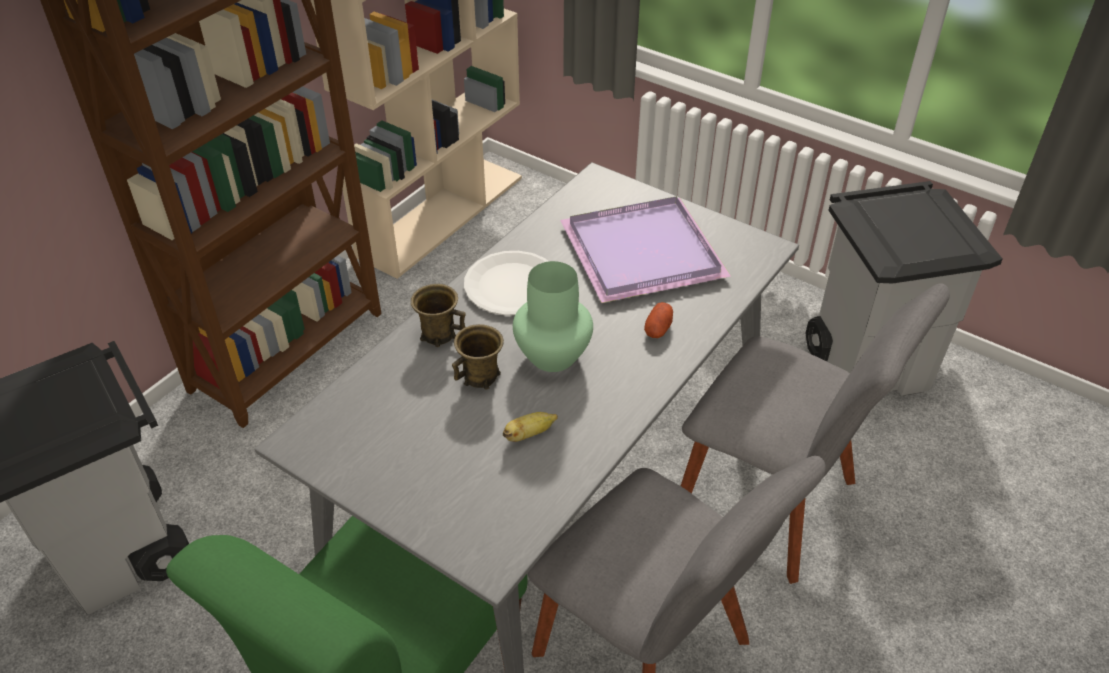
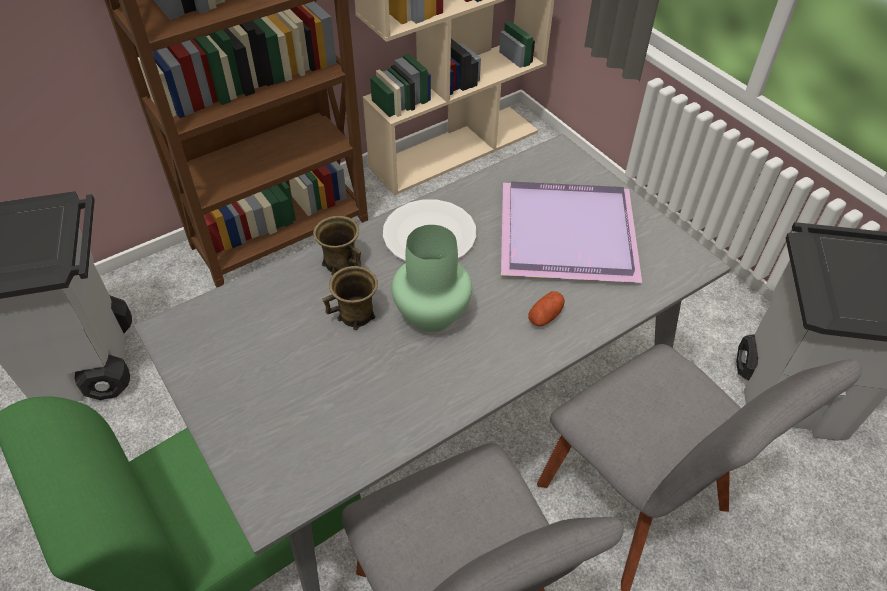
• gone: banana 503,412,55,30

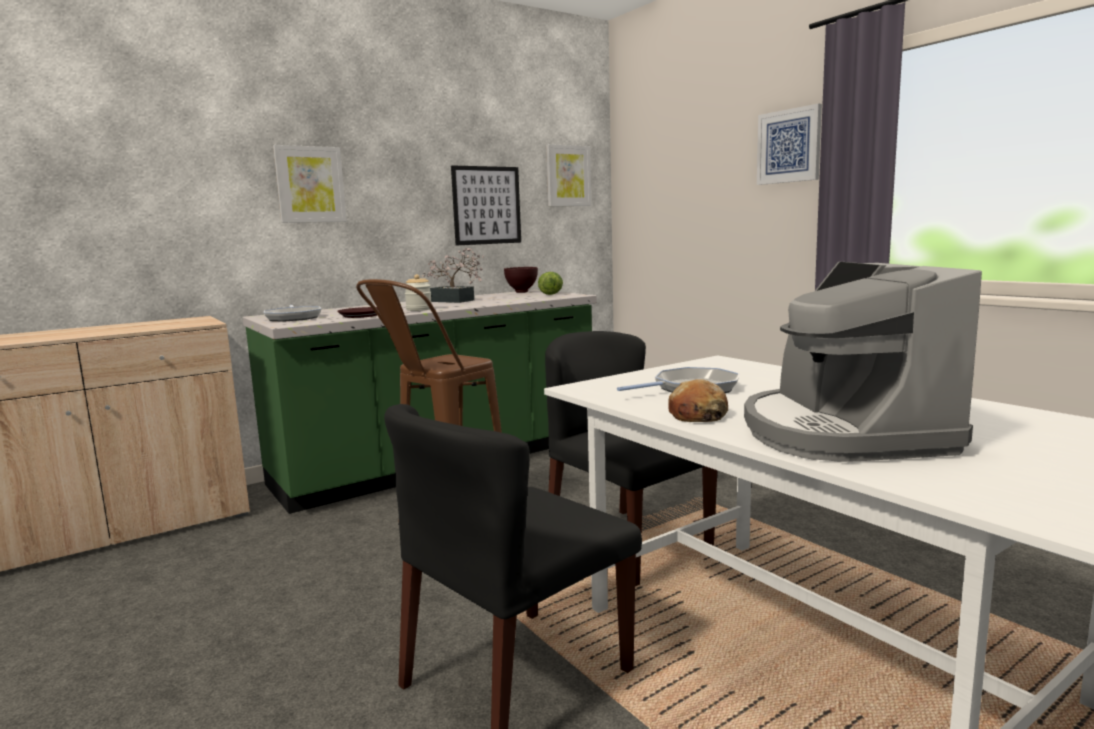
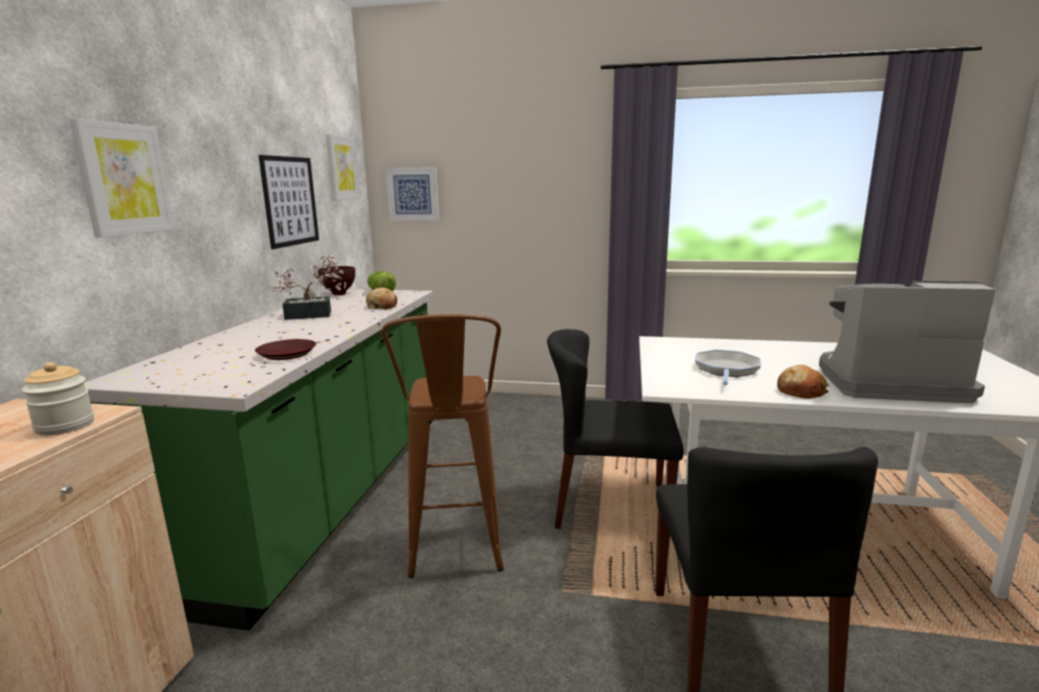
• gone: pan 264,305,57,16
• new: bakery bread 366,287,31,22
• shifted: storage jar 405,274,26,37 to 22,362,72,74
• shifted: picture 757,104,65,81 to 385,167,54,54
• rotated: coffee machine 744,262,238,200 = 819,281,177,122 150 degrees clockwise

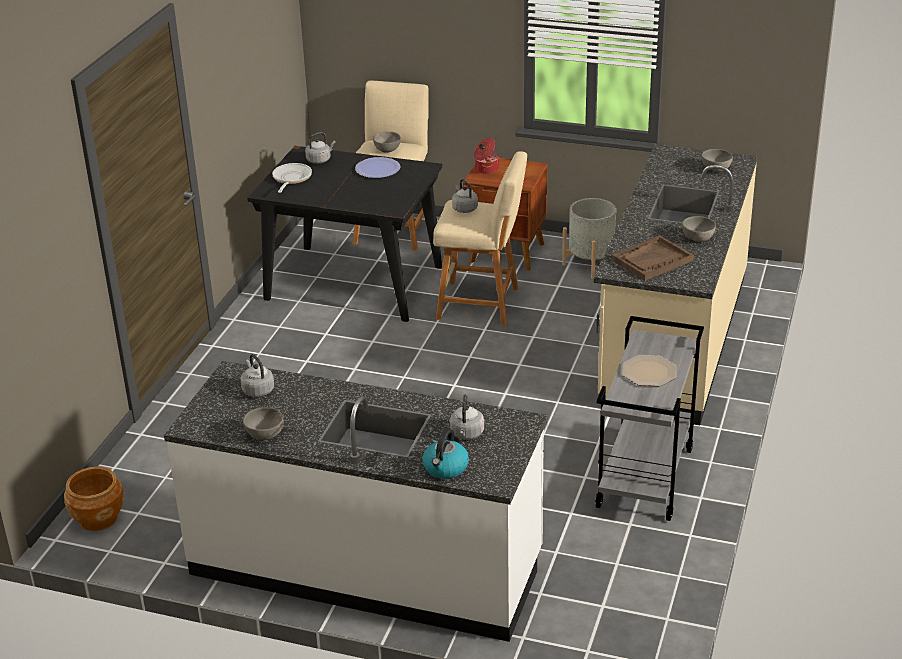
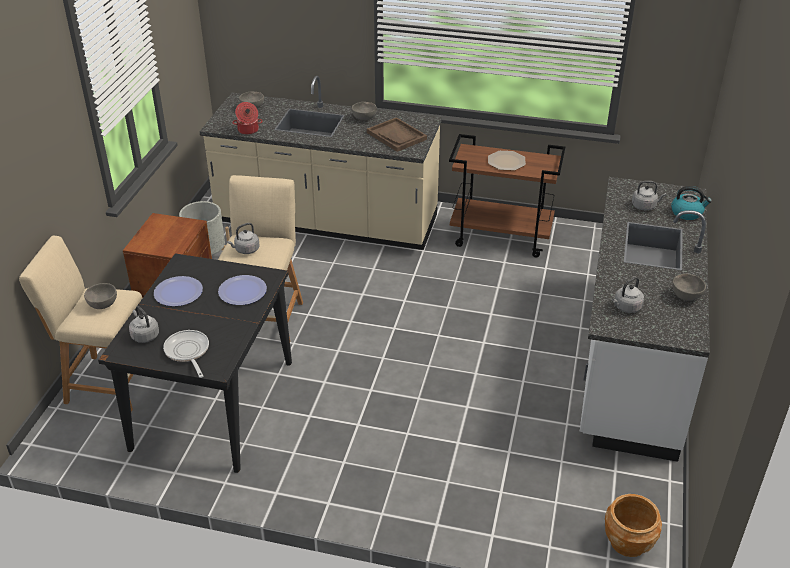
• new: flat dish 218,275,49,30
• shifted: stockpot 474,138,26,36 to 232,102,31,33
• repainted: wheeled cart (greyish) 595,316,109,205 to wheeled cart (brown) 449,134,116,124
• rotated: pan 272,163,40,30 = 163,330,46,48 60 degrees clockwise

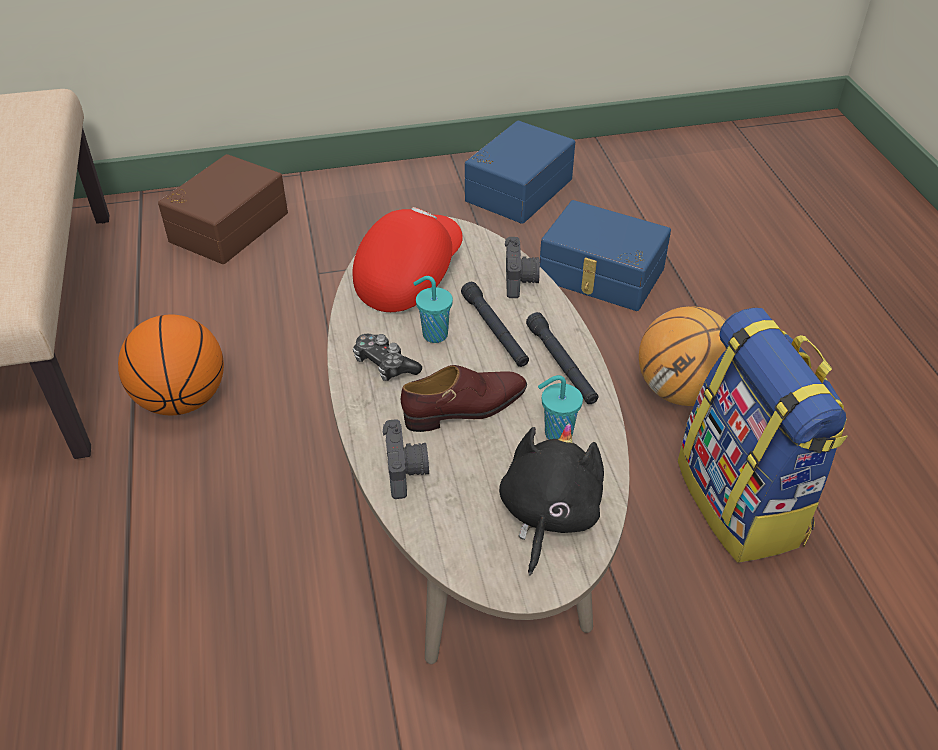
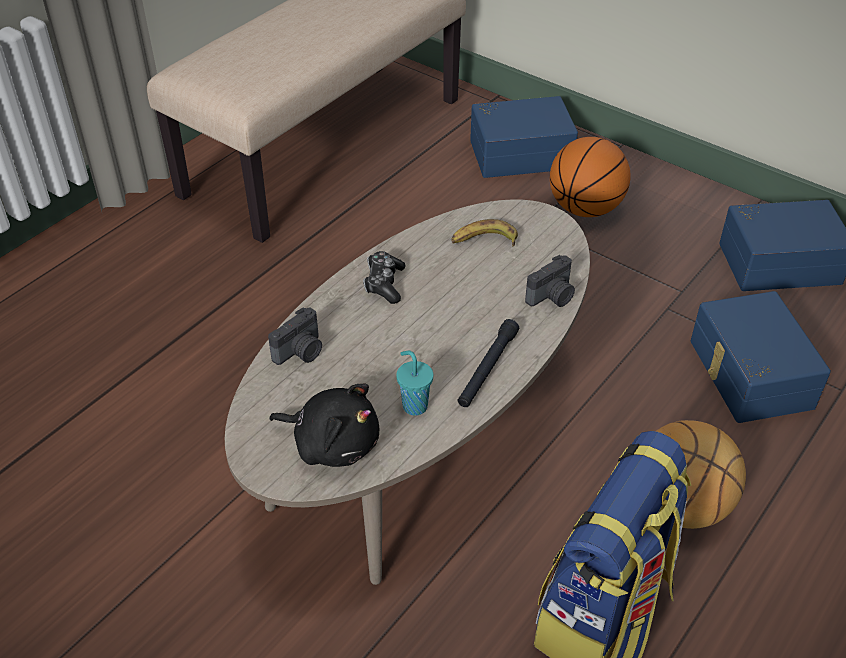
• gone: low shoe (brown) 401,365,126,67
• gone: drinking cup (turquoise) 413,276,40,67
• gone: hand torch (black-coloured) 461,282,68,85
• shifted: basketball 118,315,106,100 to 550,137,80,80
• swapped: baseball cap (reddish) 353,207,110,105 to banana 451,219,67,27
• repainted: storage container (brown) 158,154,130,110 to storage container (bluish) 470,96,108,82
• rotated: cuddly toy (black-coloured) 499,423,105,153 = 269,384,110,83 45 degrees clockwise

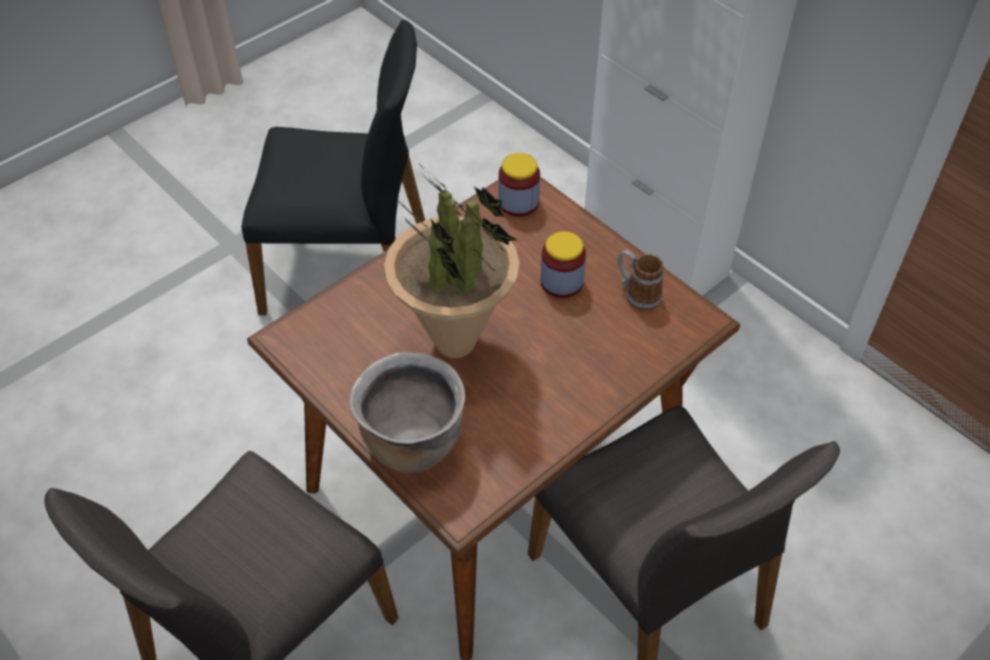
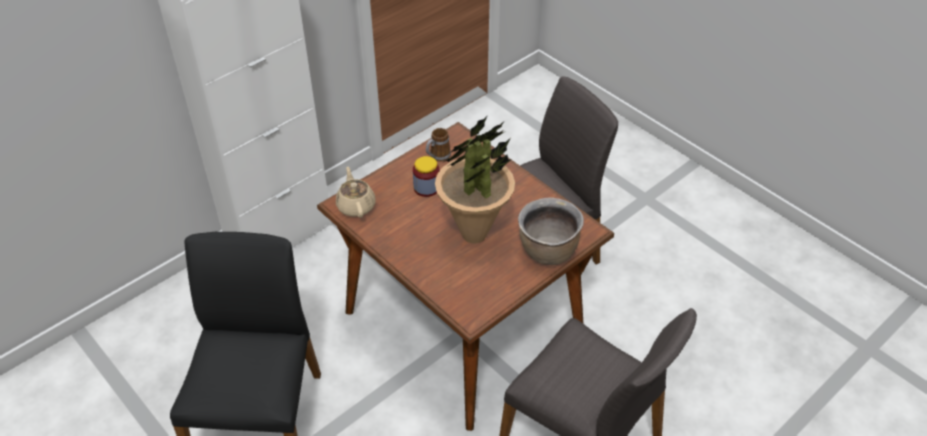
• swapped: storage jar 499,153,41,64 to teapot (beige) 336,166,39,52

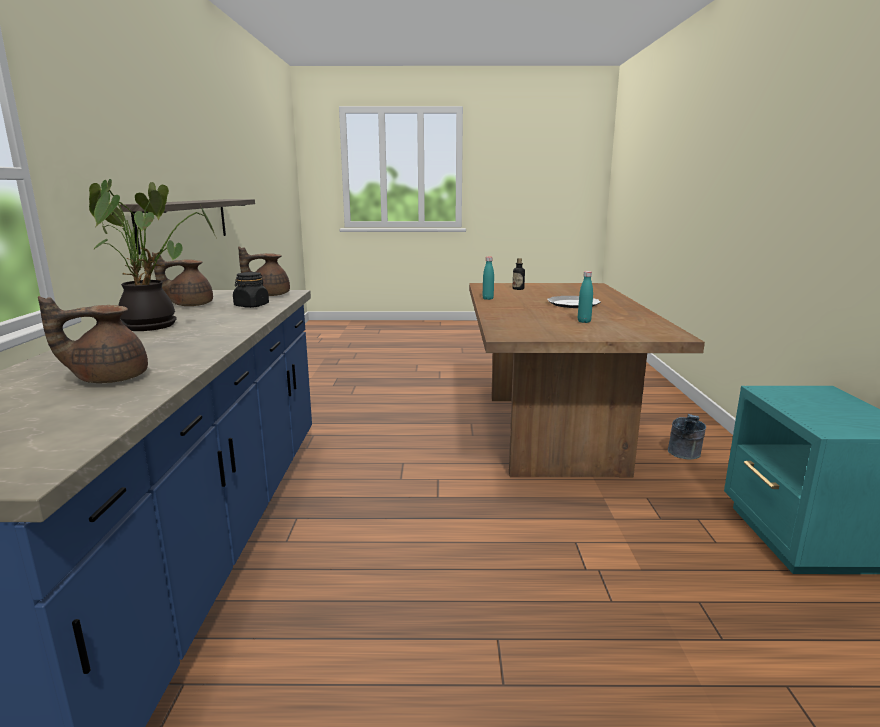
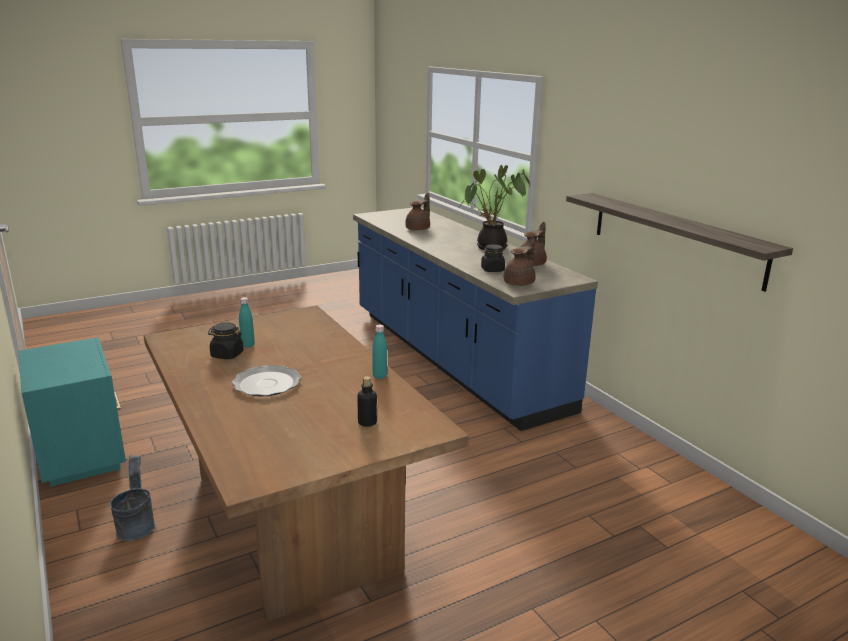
• new: storage jar (black-coloured) 208,322,35,37

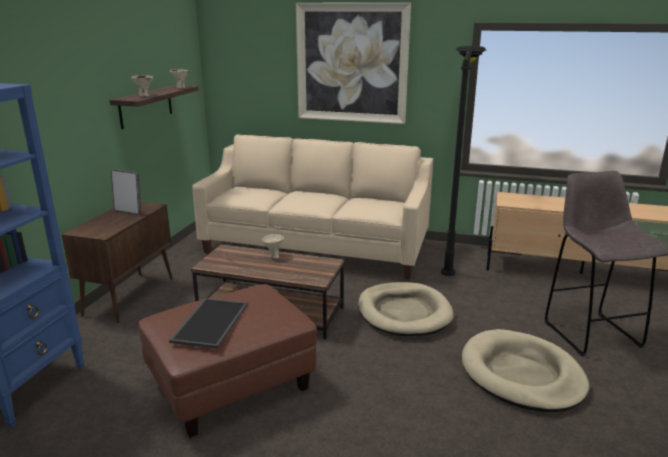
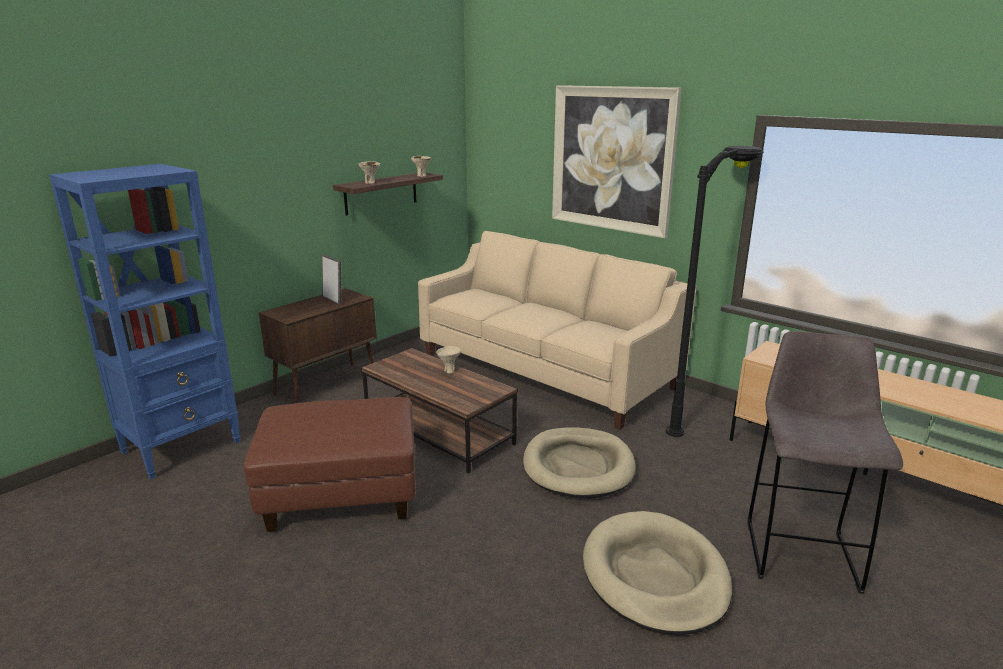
• gone: serving tray 169,298,79,51

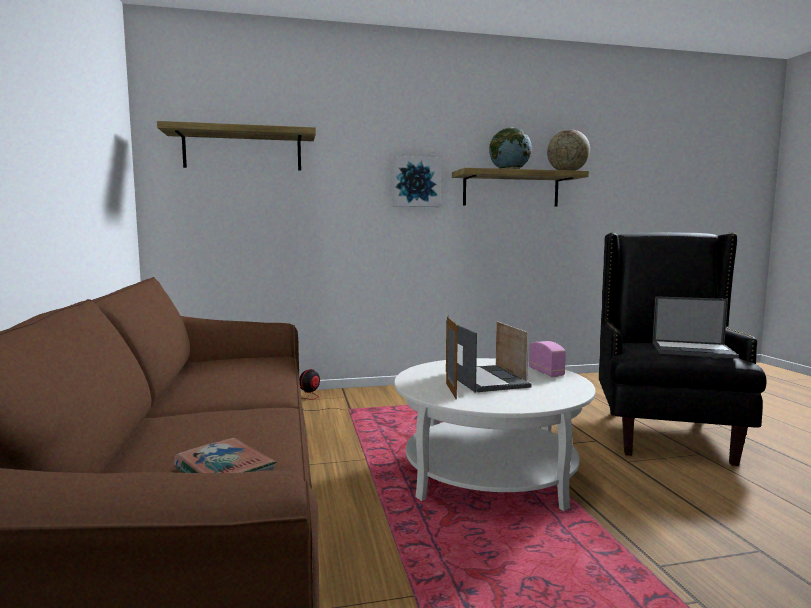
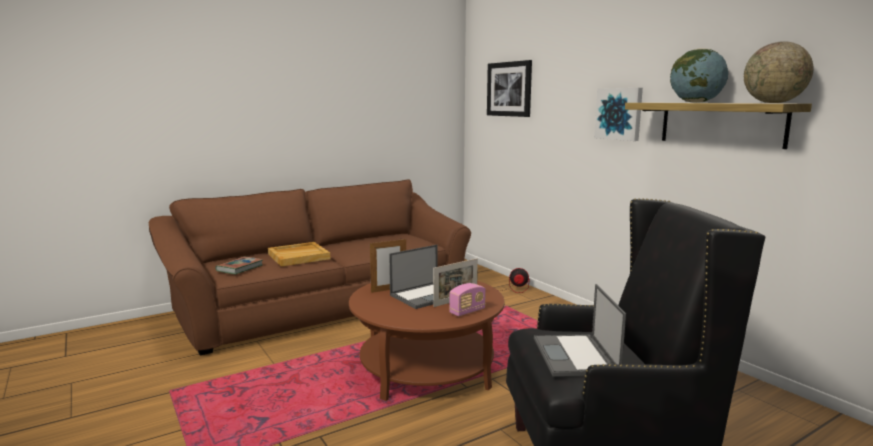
• new: serving tray (beige) 268,242,62,25
• swapped: shelf 157,121,159,50 to picture 487,60,45,57
• repainted: low table (white-coloured) 394,358,201,153 to low table (brown) 349,281,155,120

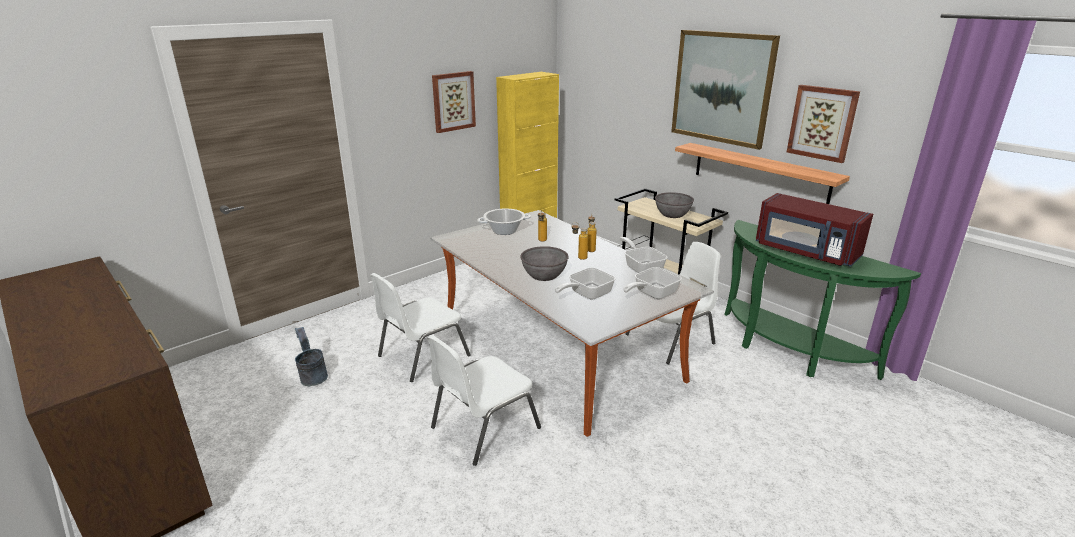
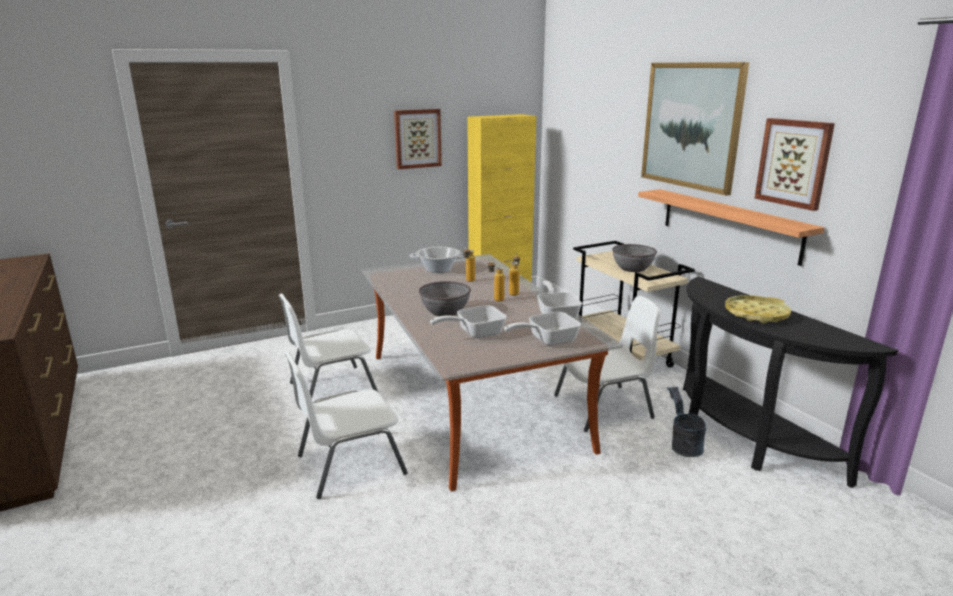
• shifted: water bucket (greyish) 295,327,33,59 to 668,387,38,70
• swapped: microwave (reddish) 756,193,117,74 to serving tray (yellowish) 725,295,66,28
• repainted: console table (green-coloured) 724,220,197,160 to console table (black-coloured) 683,277,215,211

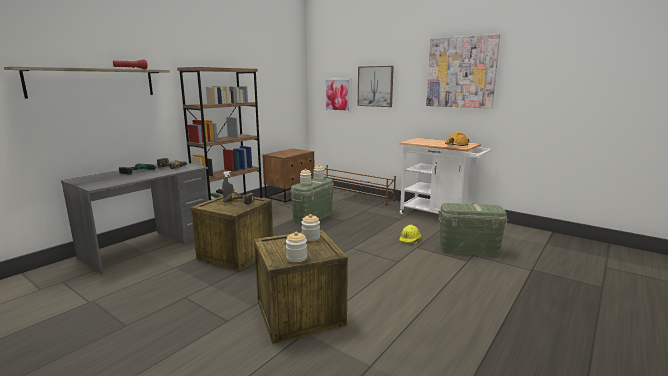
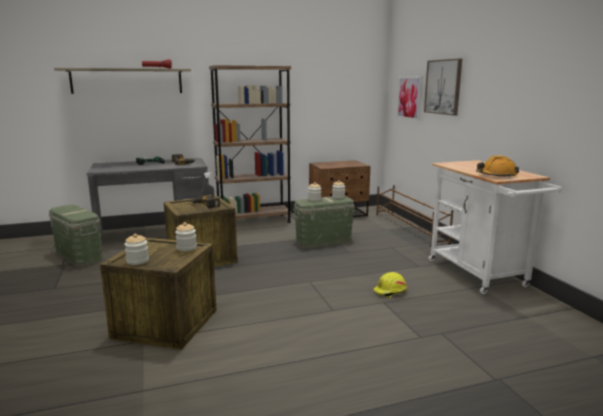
• gone: picture 426,34,74,75
• shifted: storage container (green-coloured) 438,203,70,53 to 49,204,54,63

